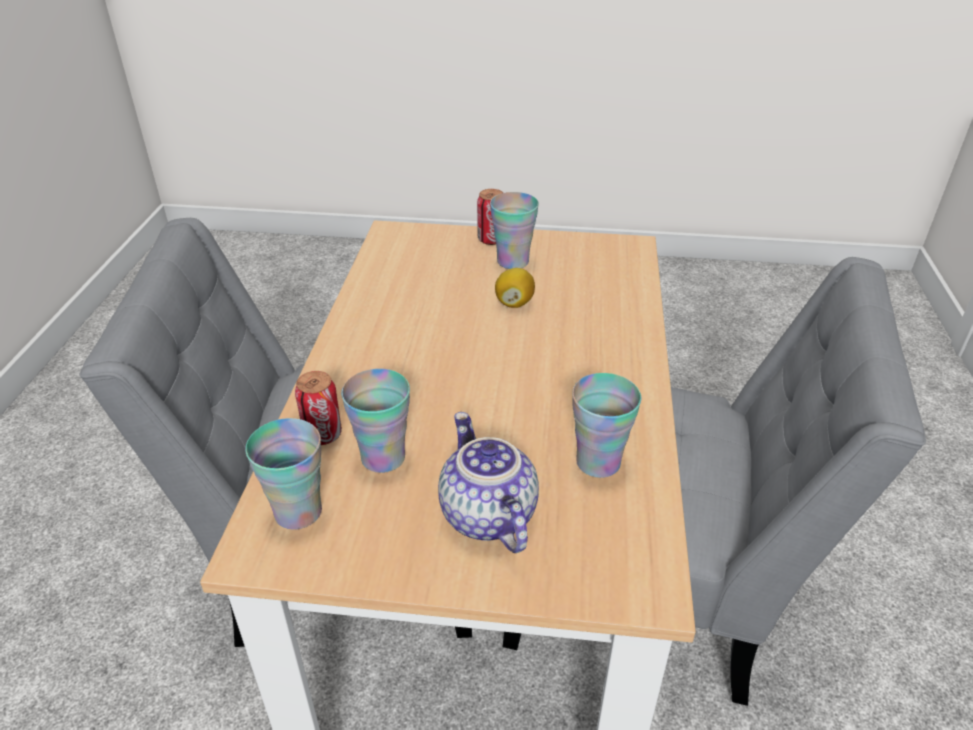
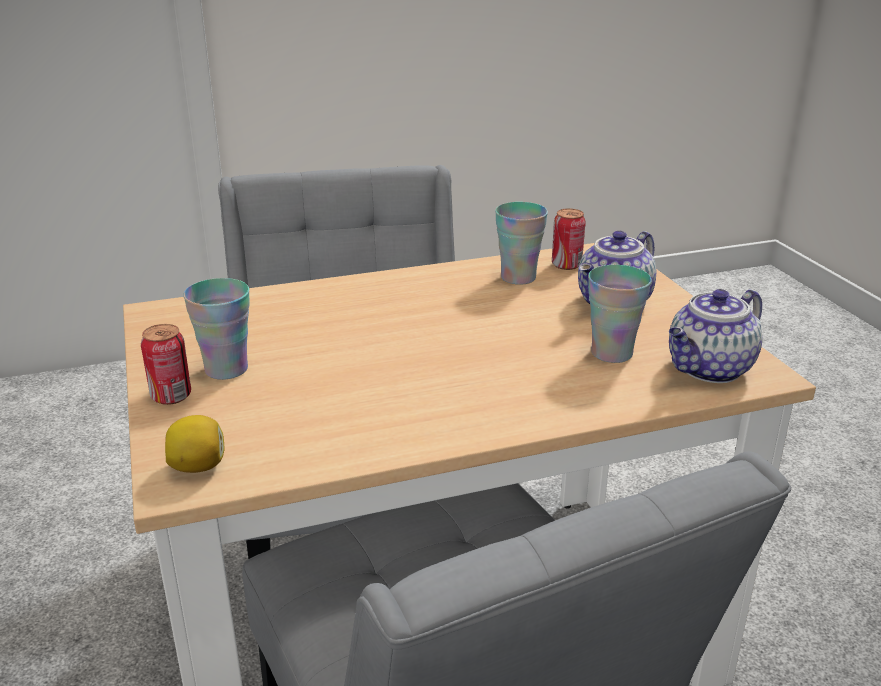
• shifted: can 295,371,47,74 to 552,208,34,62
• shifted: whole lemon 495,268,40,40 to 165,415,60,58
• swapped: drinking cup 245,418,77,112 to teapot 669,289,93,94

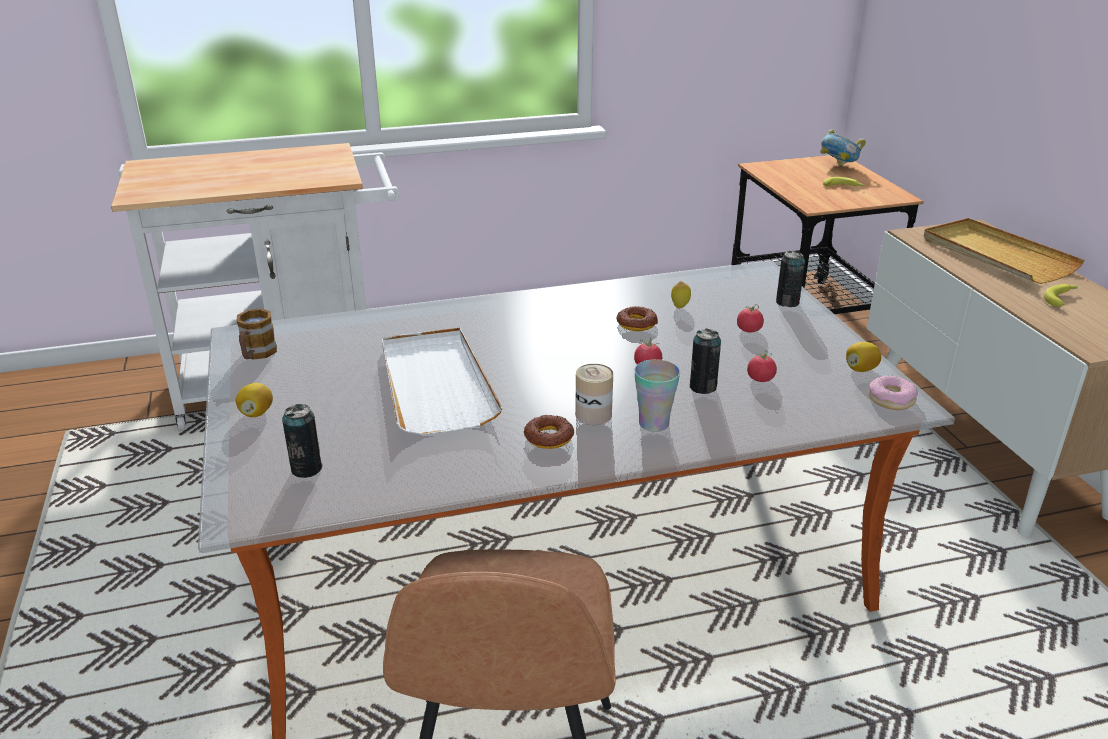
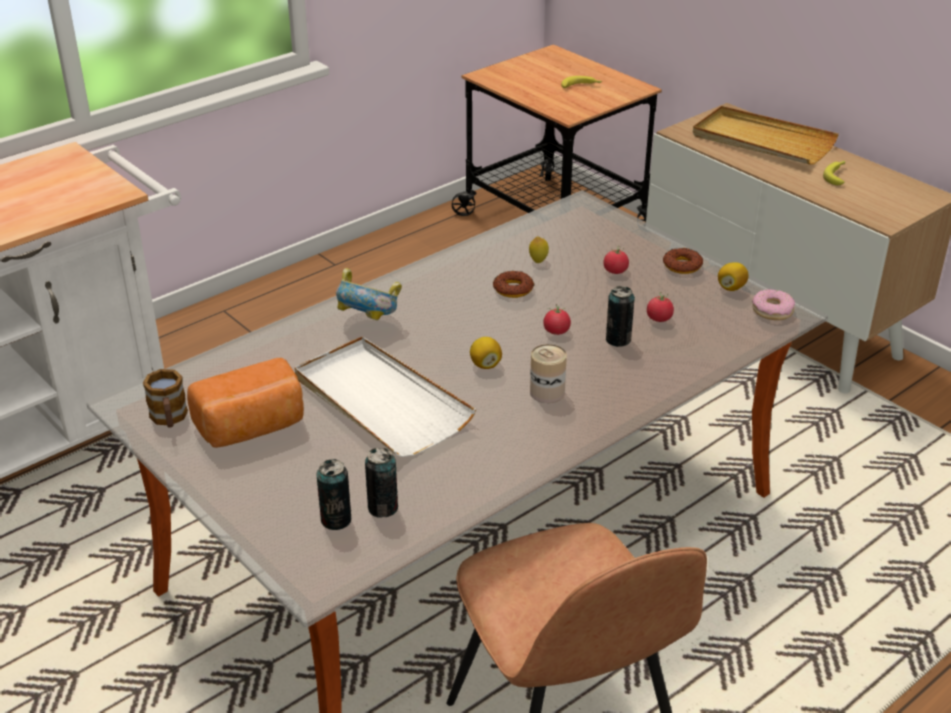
• gone: drinking cup 634,359,46,73
• new: bakery bread 187,358,117,90
• shifted: whole lemon 236,383,37,34 to 470,337,32,32
• shifted: donut 524,415,50,34 to 663,248,40,26
• shifted: can 776,251,29,56 to 365,447,33,71
• shifted: deep dish 820,129,46,37 to 336,268,66,52

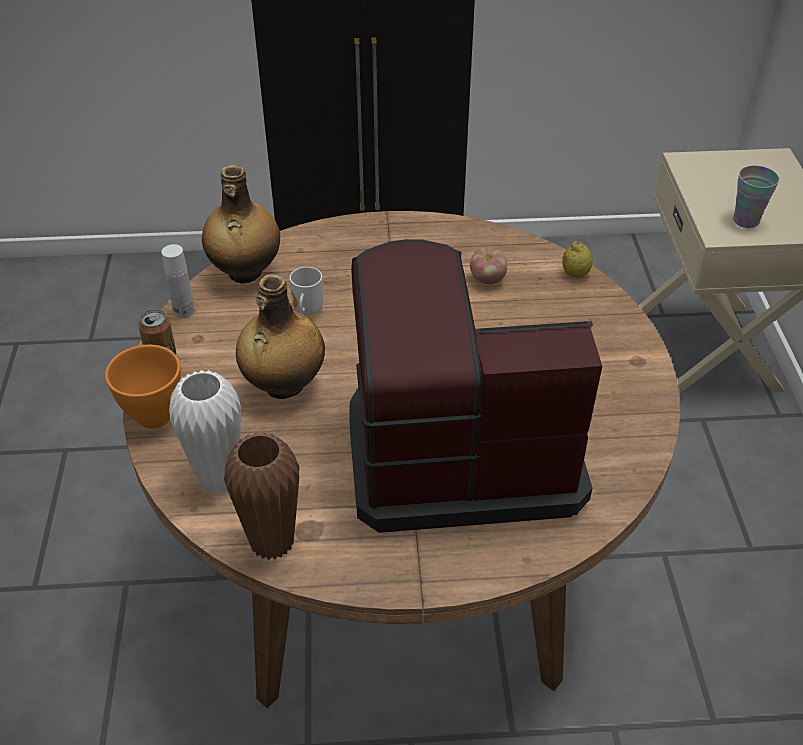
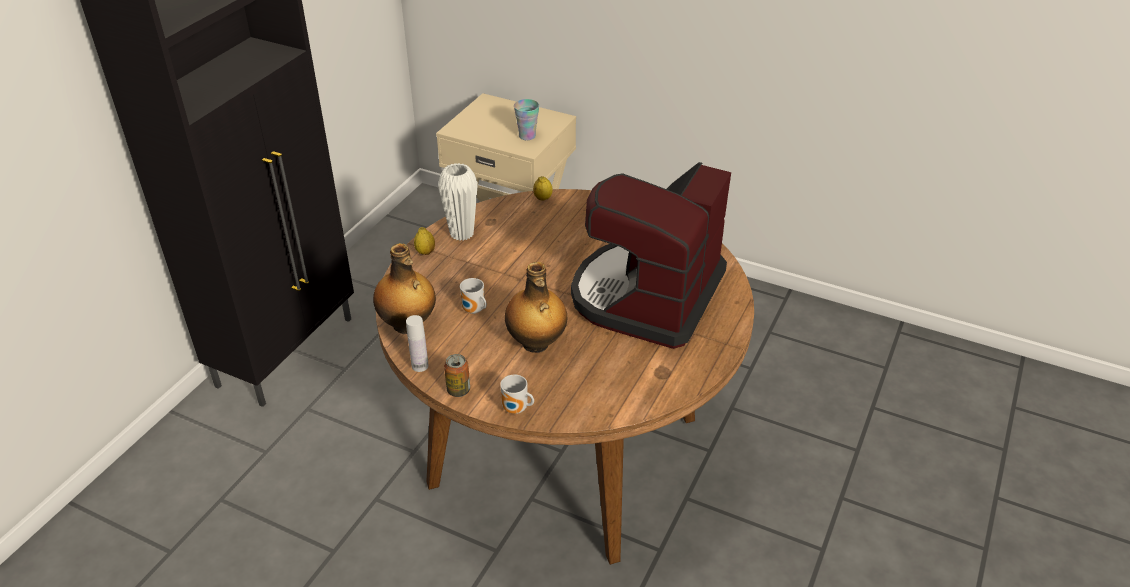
• gone: flower vase (brown) 224,432,76,128
• gone: apple fruit 470,247,37,37
• new: whole lemon 414,227,21,28
• shifted: flower vase (white-coloured) 169,370,72,125 to 438,163,40,78
• swapped: deep dish (orange) 105,345,76,84 to tea mug 500,375,34,39

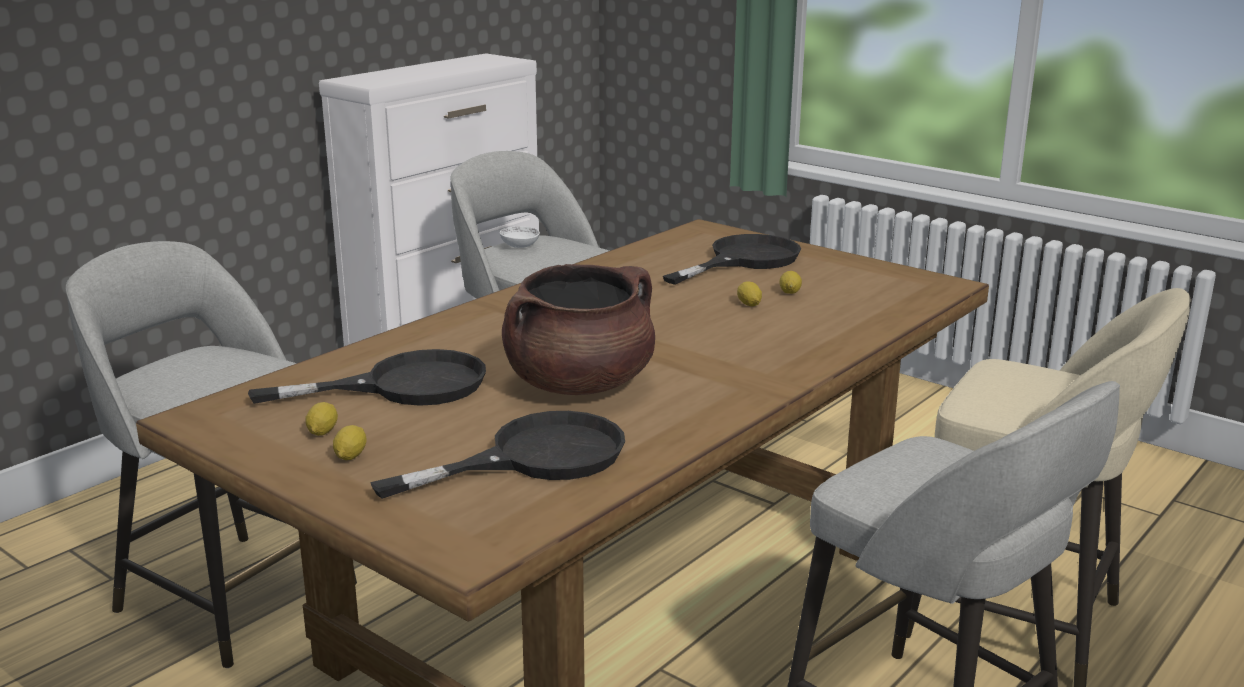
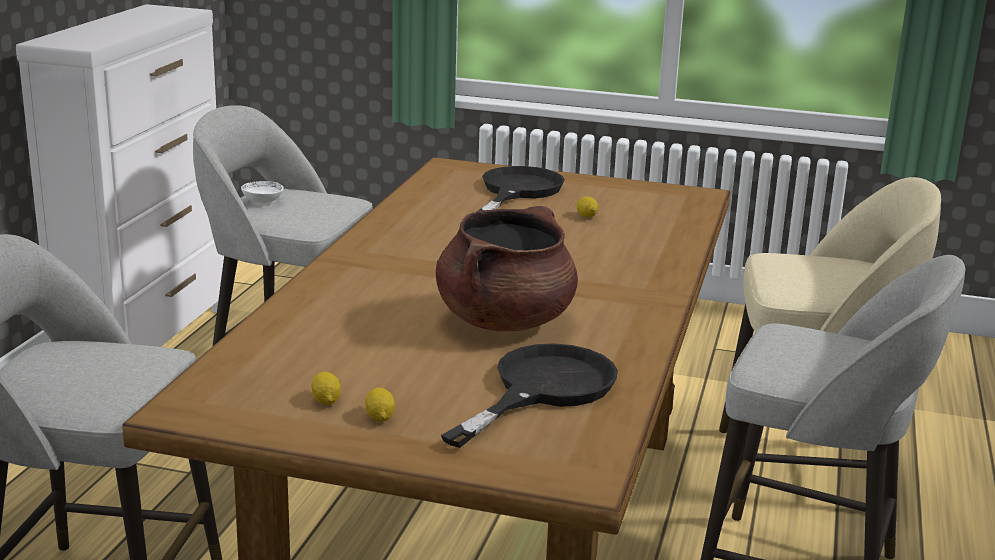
• gone: pan (black-coloured) 248,349,238,57
• gone: whole lemon 737,282,25,24

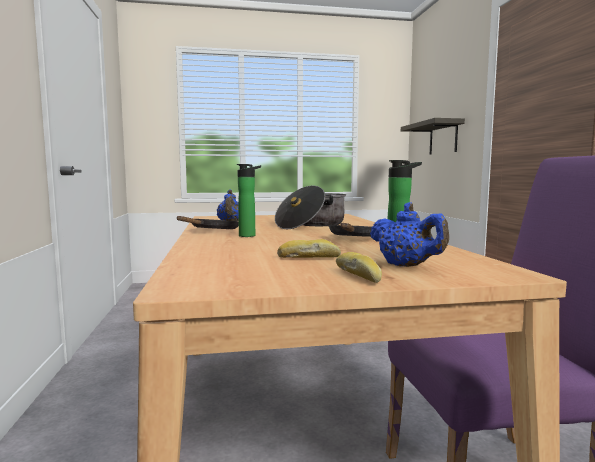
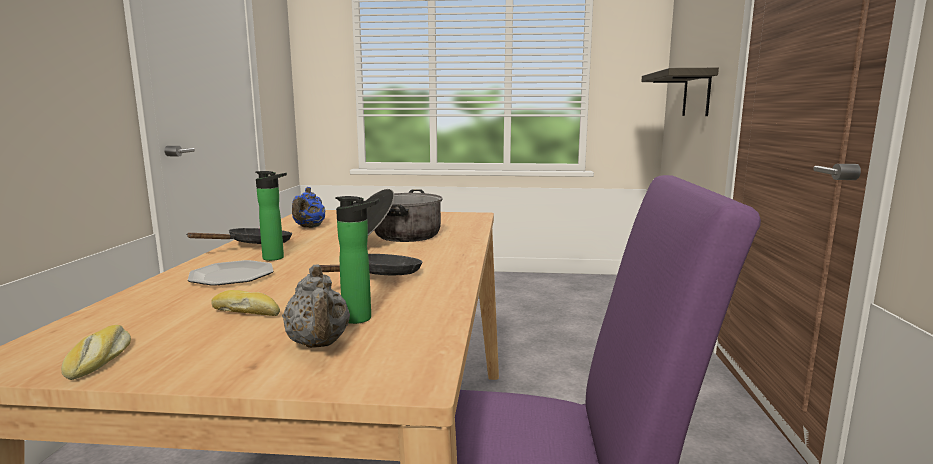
• new: flat dish 188,260,85,26
• shifted: bakery bread 336,252,46,31 to 61,325,70,55
• repainted: teapot (bluish) 370,202,79,65 to teapot (greyish) 282,264,68,84

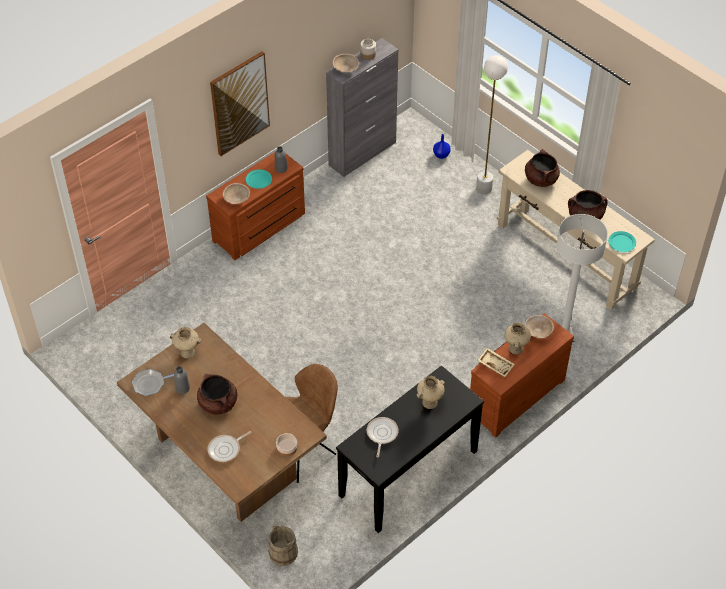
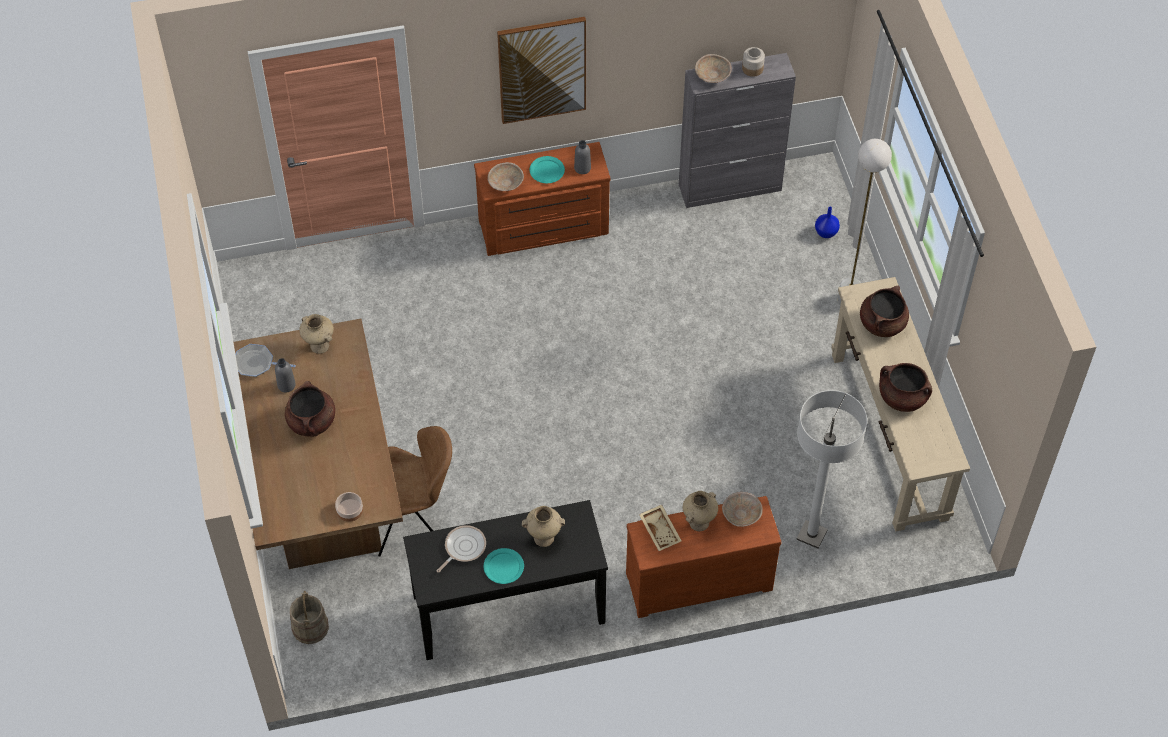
• gone: pan 207,431,45,31
• shifted: flat dish (turquoise) 608,231,28,21 to 484,548,40,36

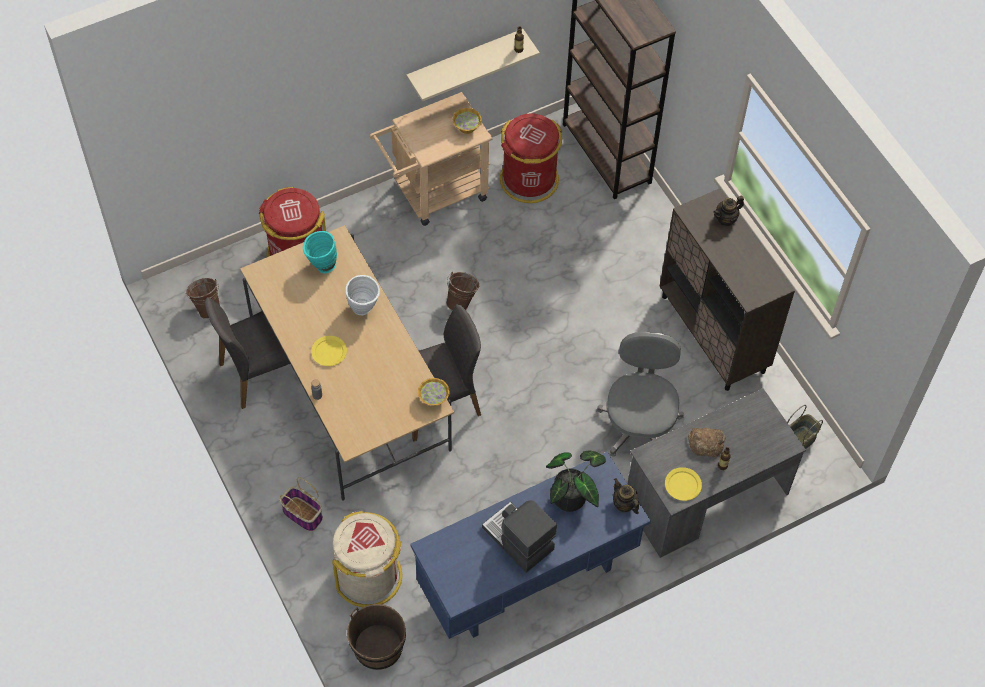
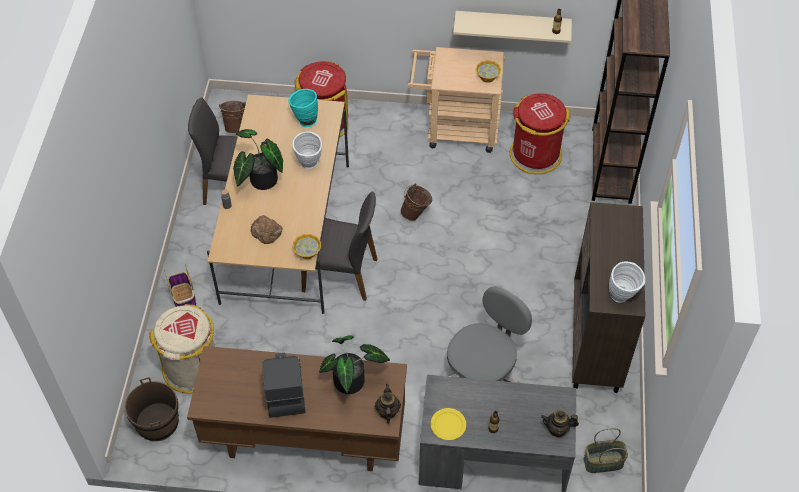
• new: flower vase (white-coloured) 609,262,36,41
• shifted: bakery bread 688,428,38,29 to 251,215,32,29
• shifted: teapot 714,196,30,31 to 541,410,38,27
• swapped: flat dish (yellowish) 311,336,36,30 to houseplant 233,129,50,61
• repainted: desk (bluish) 410,452,241,187 to desk (brown) 187,346,220,125

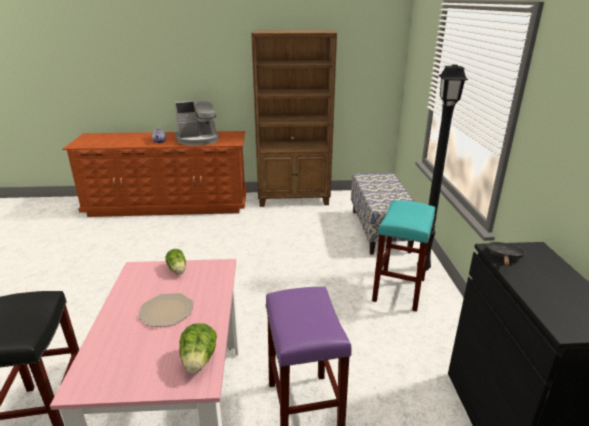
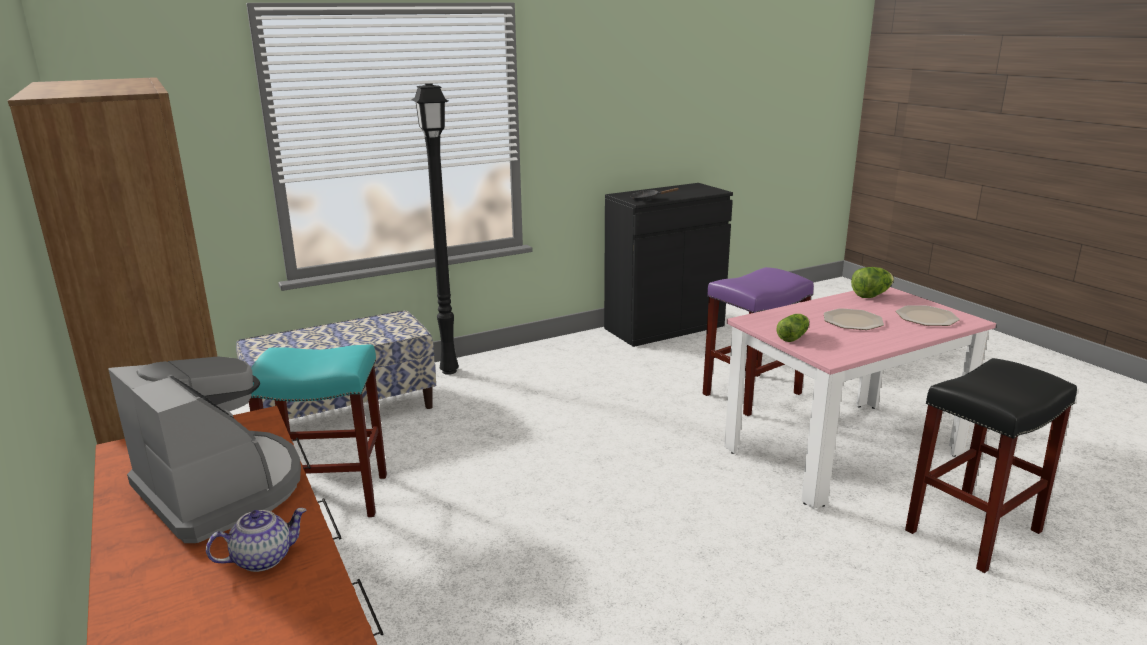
• new: flat dish 896,306,64,20
• shifted: sitting stool (turquoise) 372,200,63,112 to 249,345,138,172

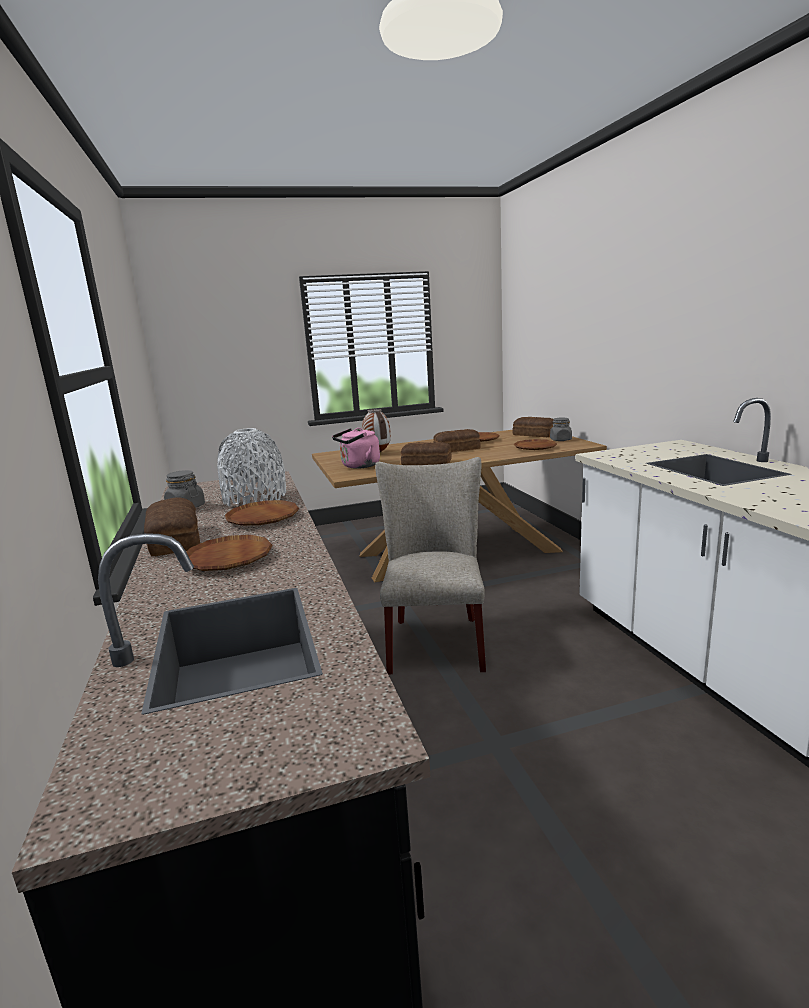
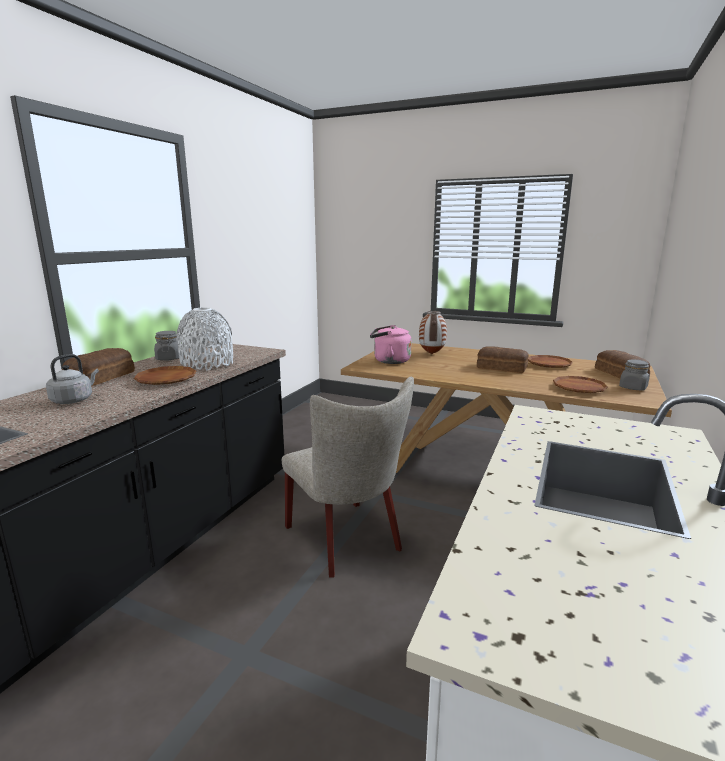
• gone: bakery bread 401,442,51,23
• swapped: flat dish (brown) 186,535,87,36 to kettle (greyish) 46,354,53,50
• rotated: chair (beige) 375,457,111,217 = 282,377,132,201 105 degrees clockwise

